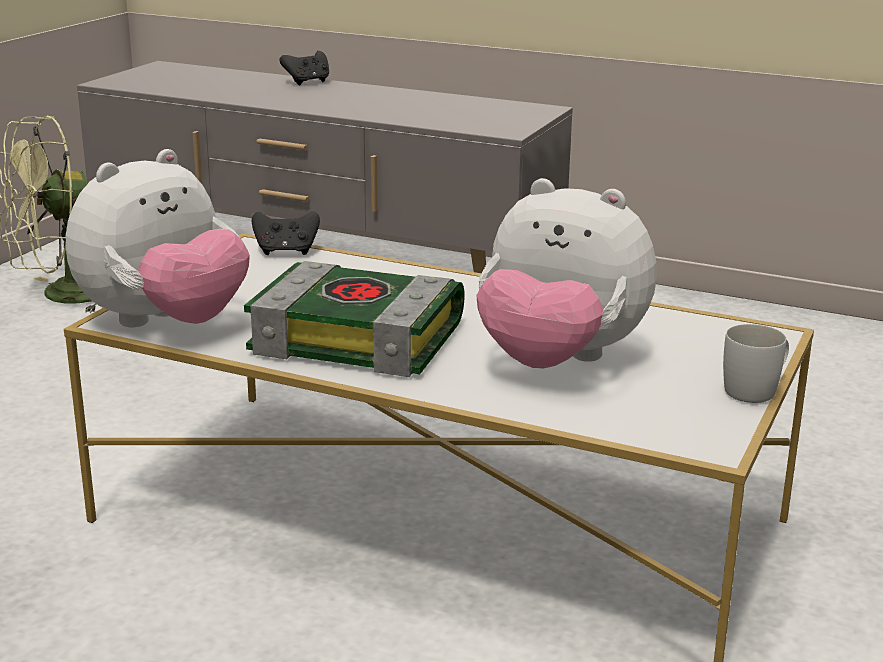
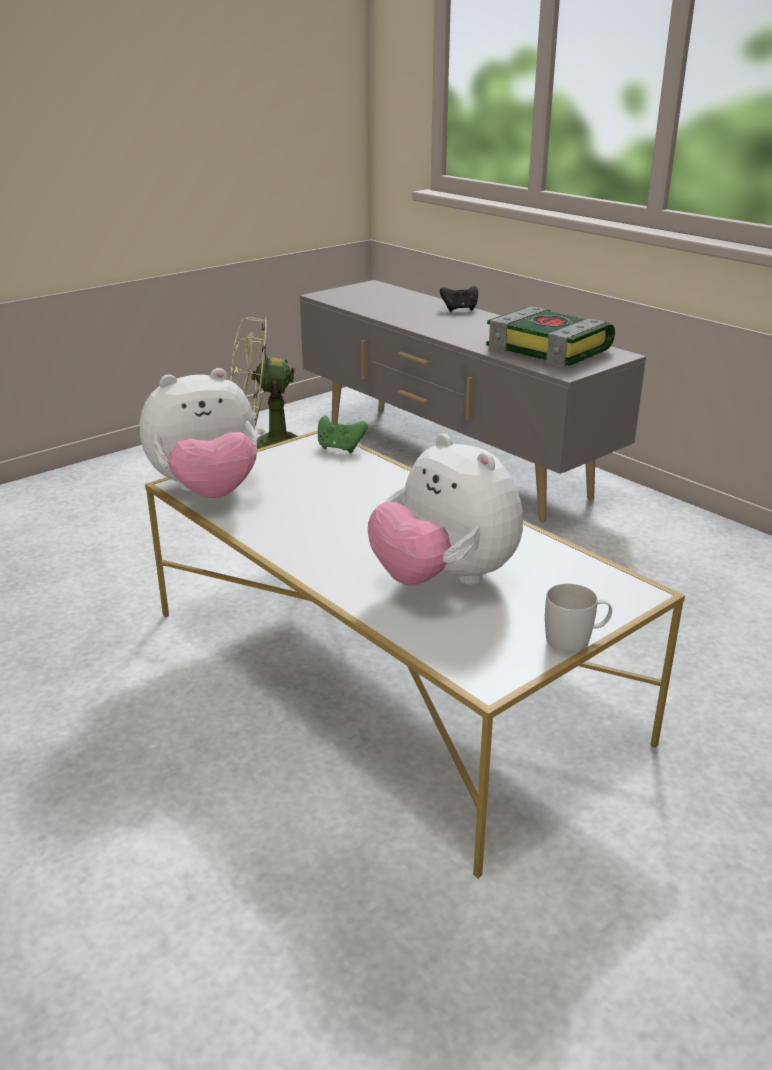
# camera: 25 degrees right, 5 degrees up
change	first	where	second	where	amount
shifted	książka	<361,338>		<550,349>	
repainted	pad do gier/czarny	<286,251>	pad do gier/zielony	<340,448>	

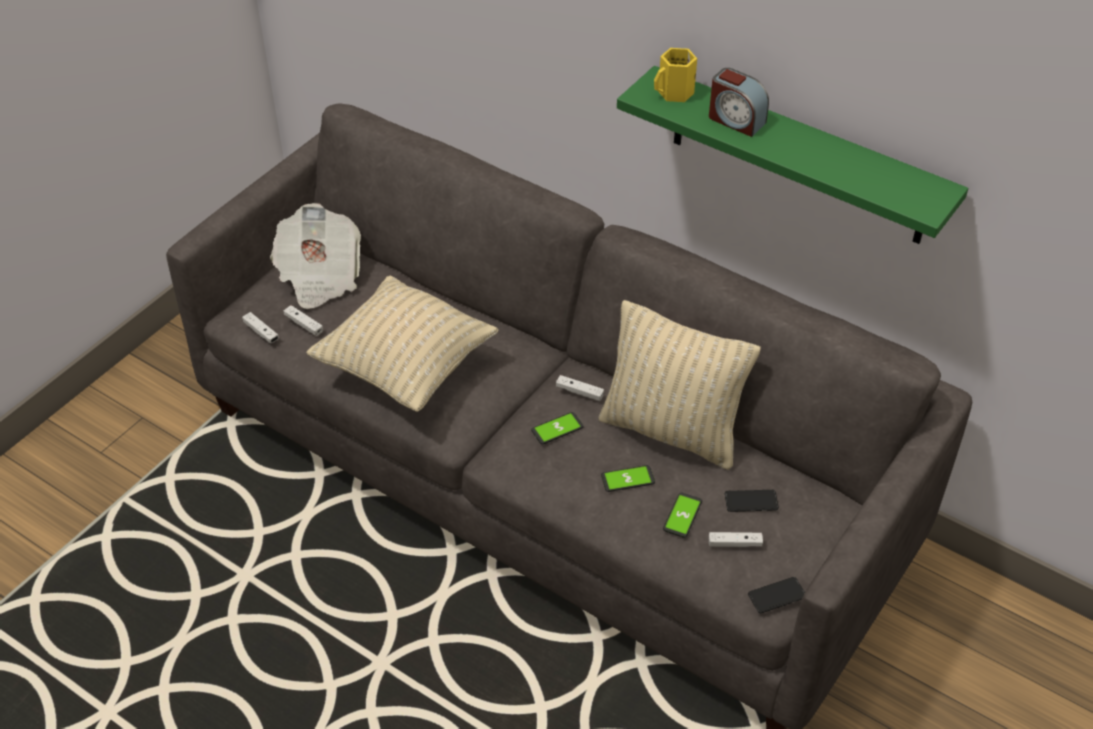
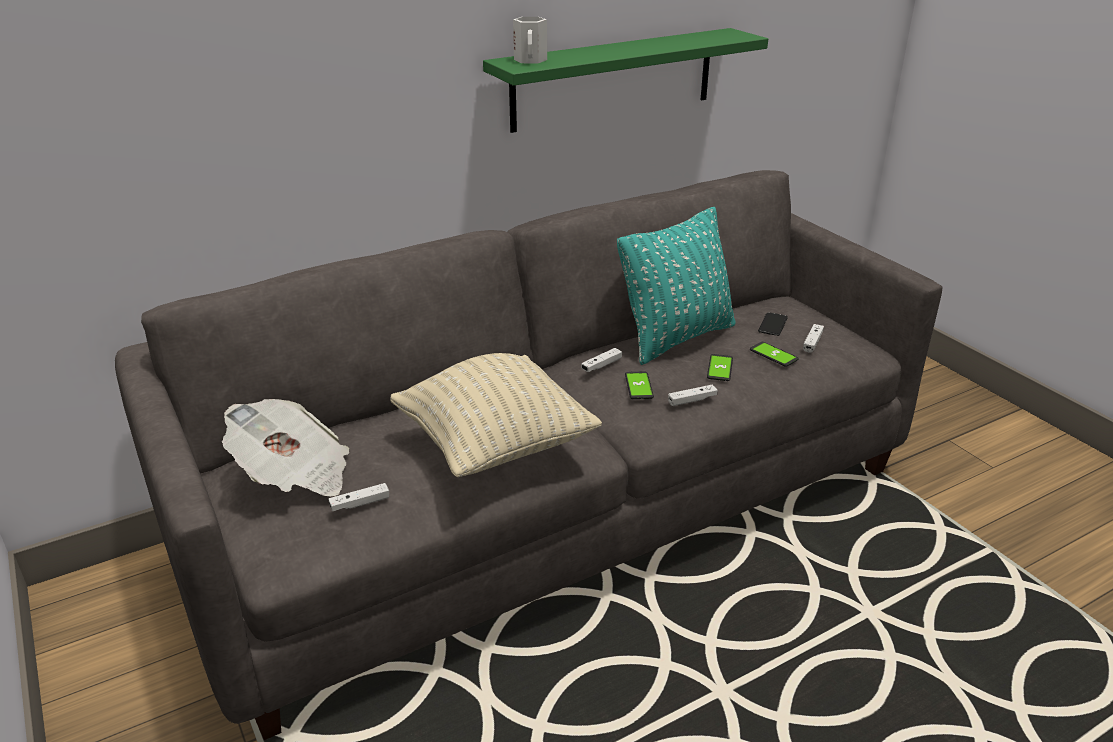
# camera: 65 degrees left, 15 degrees down
change	first	where	second	where	amount
gone	budzik	<735,120>			
gone	telefon	<777,595>			
shifted	pad do gier/biały	<261,332>		<692,400>	
repainted	poduszka/beżowy	<671,431>	poduszka/turkusowy	<676,338>	
repainted	kubek/żółty	<675,93>	kubek/biały	<531,60>	

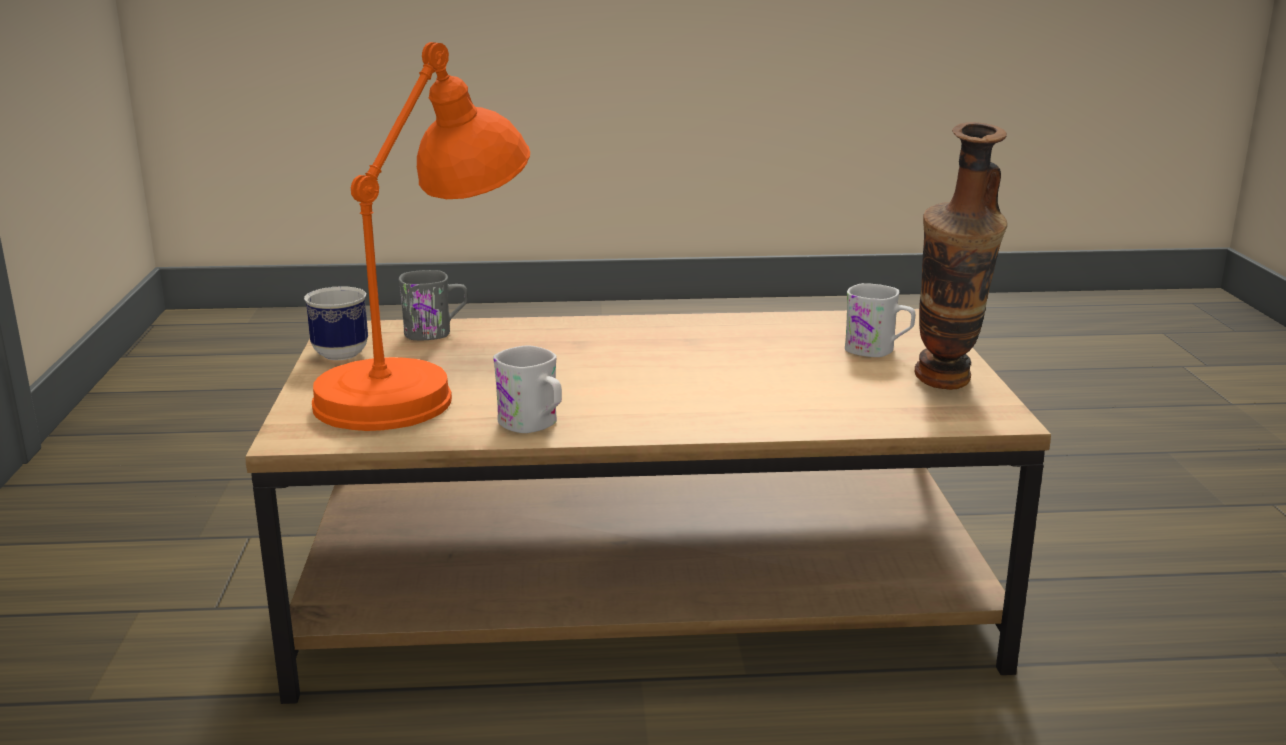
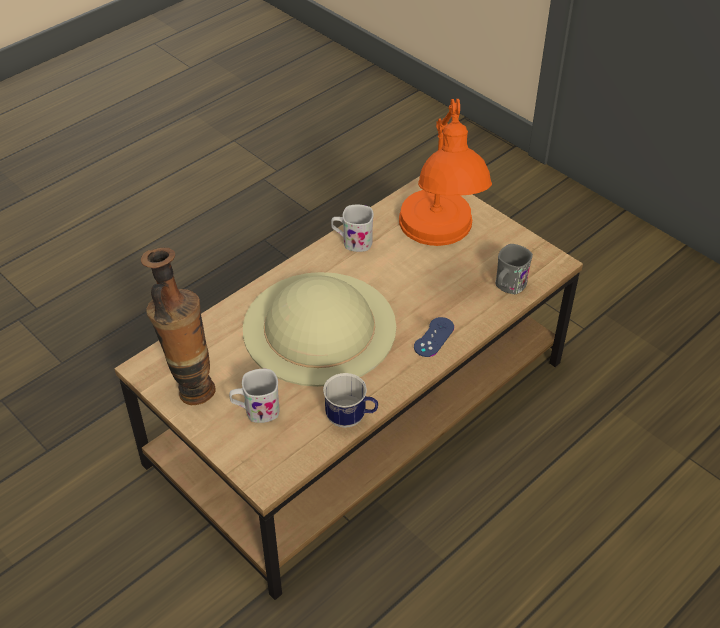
# camera: 140 degrees right, 25 degrees up
change	first	where	second	where	amount
new			kapelusz/beżowy	<319,327>	
new			pad do gier/niebieski	<434,337>	
shifted	kubek	<337,351>		<351,418>	

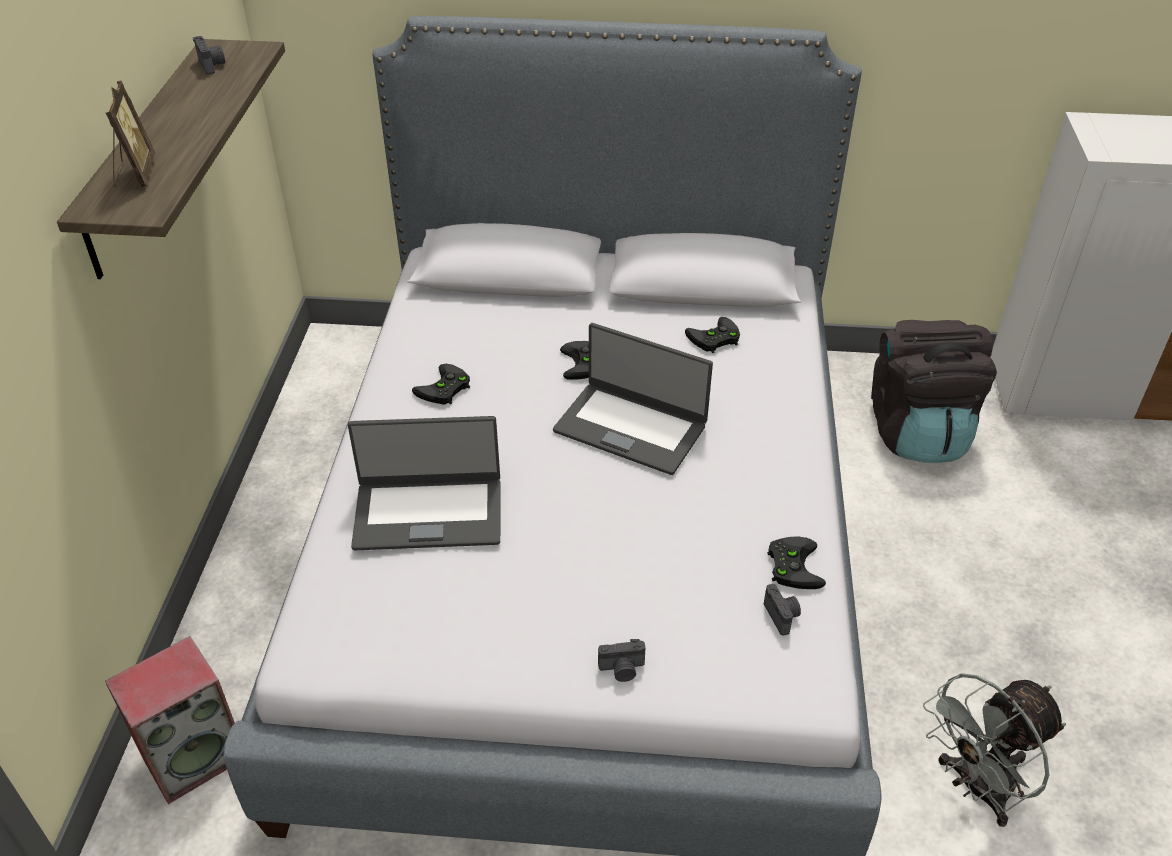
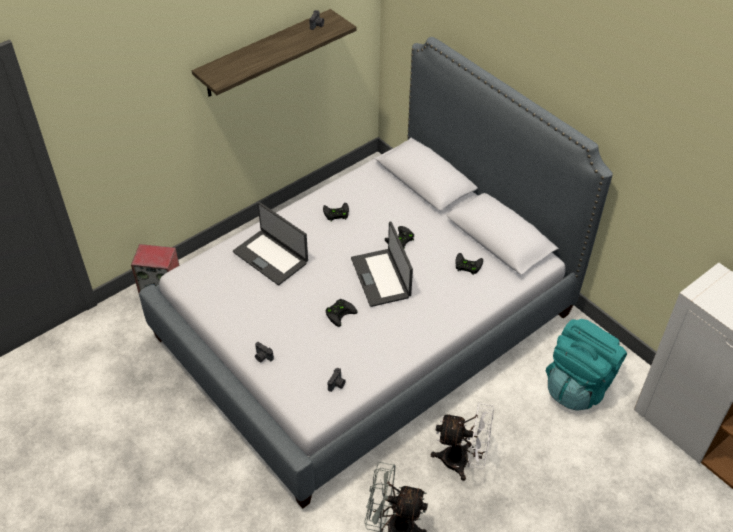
# camera: 45 degrees right, 5 degrees up
change	first	where	second	where	amount
gone	ramka na zdjęcie	<135,174>			
new			wentylator/biały	<462,461>	
shifted	pad do gier/czarny	<792,565>		<340,312>	
repainted	plecak/czarny	<917,431>	plecak/turkusowy	<578,385>	

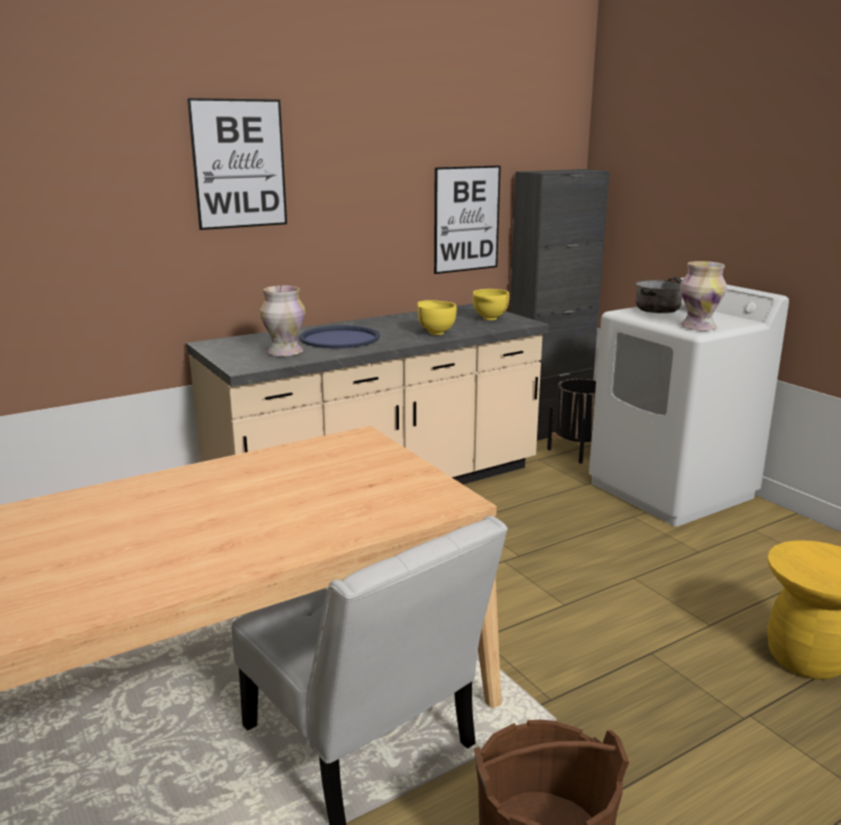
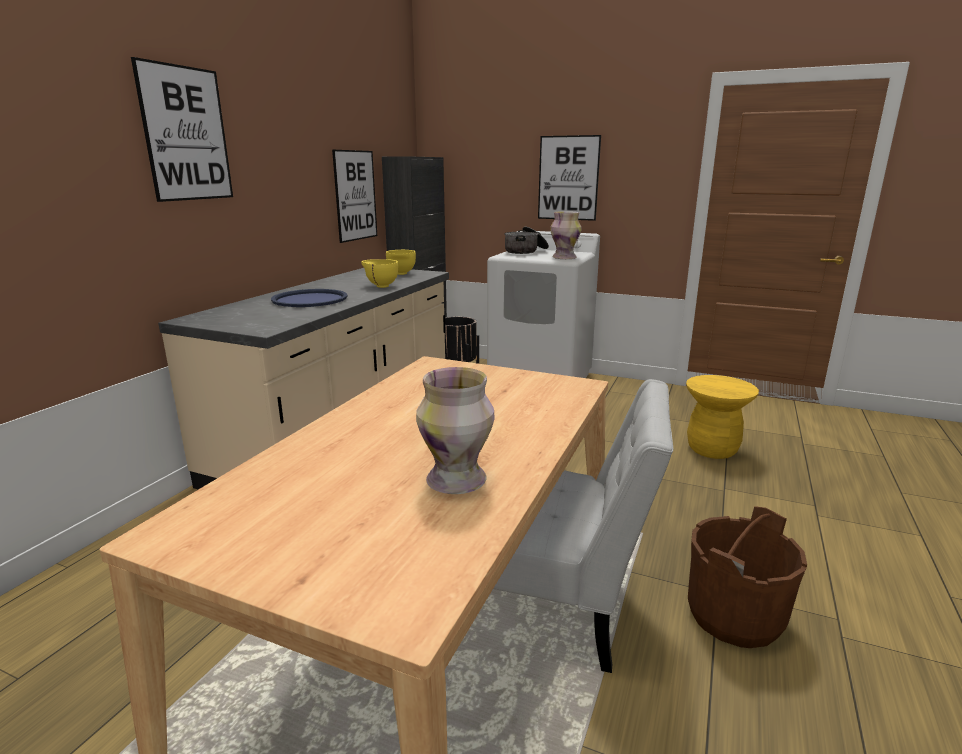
# camera: 35 degrees left, 0 degrees up
change	first	where	second	where	amount
new			obraz	<568,178>	
shifted	wazon	<284,352>		<456,481>	

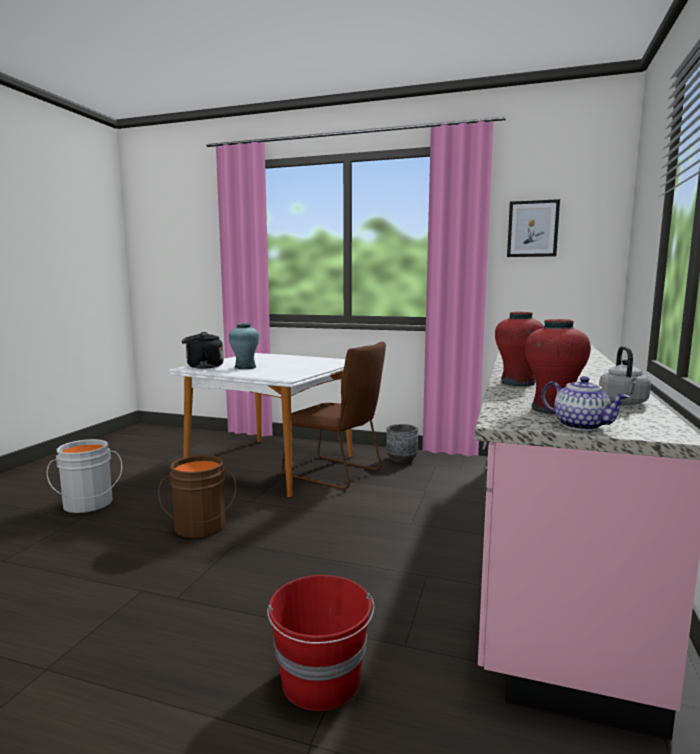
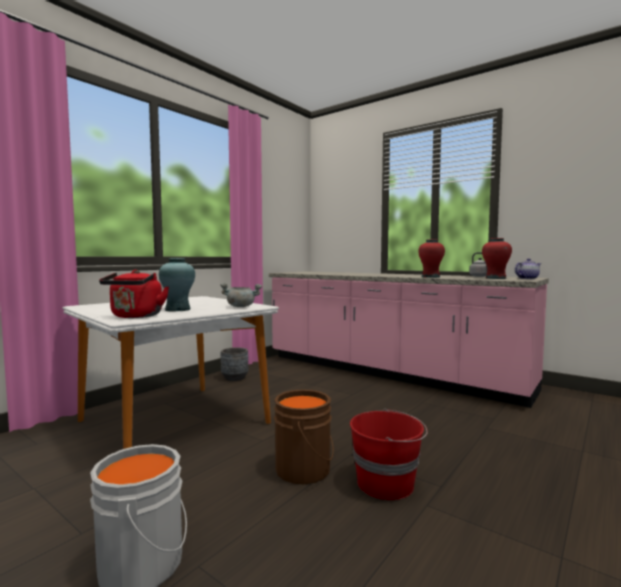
# camera: 70 degrees left, 5 degrees down
change	first	where	second	where	amount
gone	krzesło/brązowy	<336,473>			
gone	obraz	<532,229>			
new			garnek/szary	<241,307>	
shifted	wiadro/czerwony	<321,681>		<386,483>	
repainted	czajnik/czarny	<202,367>	czajnik/czerwony	<135,316>	

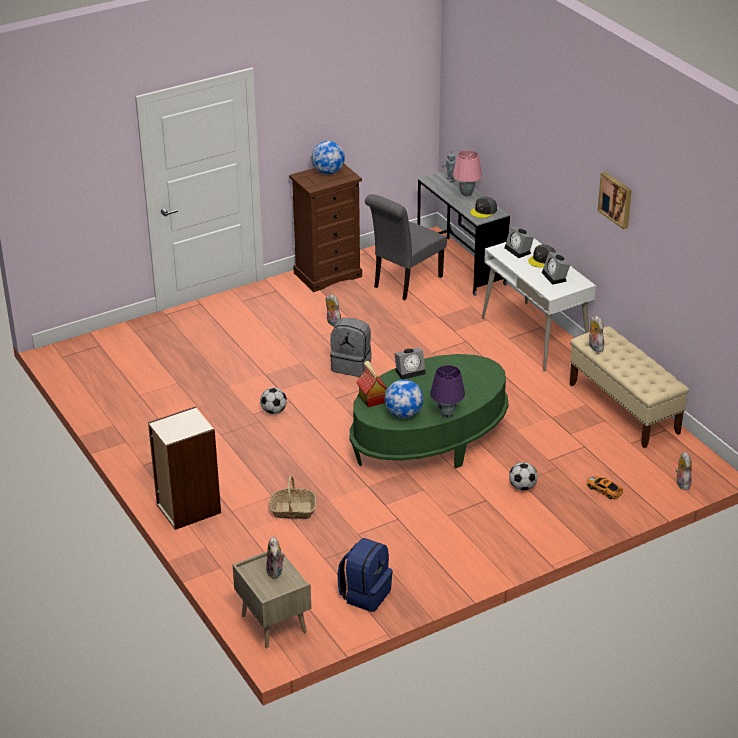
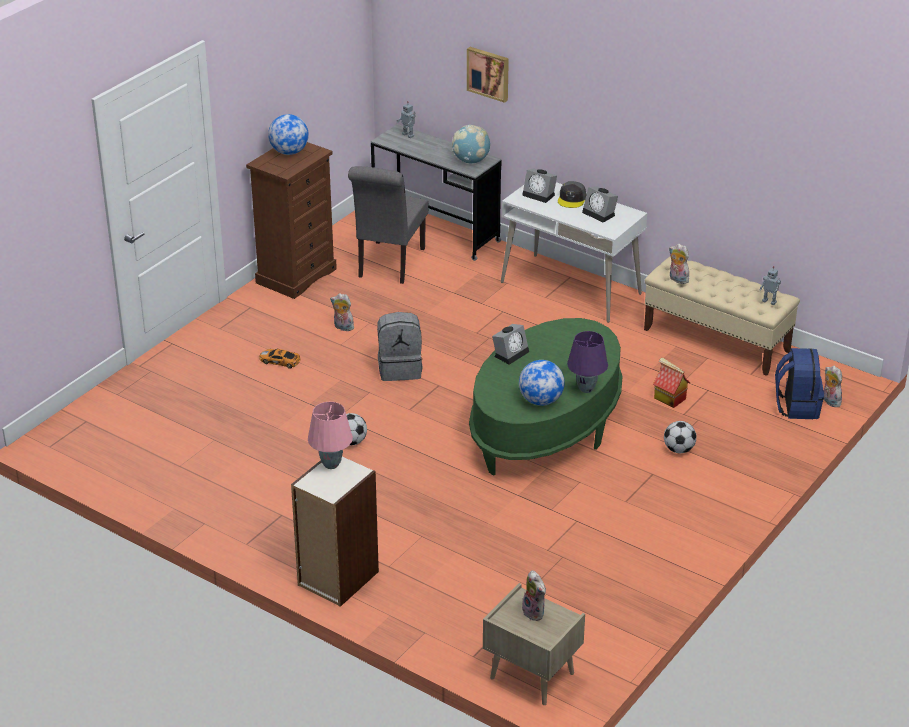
# camera: 25 degrees left, 0 degrees up
change	first	where	second	where	amount
gone	koszyk	<293,510>			
new			robot zabawkowy	<769,301>	
shifted	plecak/niebieski	<365,594>		<796,406>	
shifted	domek	<371,399>		<669,398>	
shifted	lampa stołowa/różowy	<467,194>		<332,464>	
shifted	samochodzik	<604,490>		<280,361>	
shifted	obraz	<616,200>		<488,73>	
swapped	czapka z daszkiem/szary	<484,211>	globus	<471,161>	

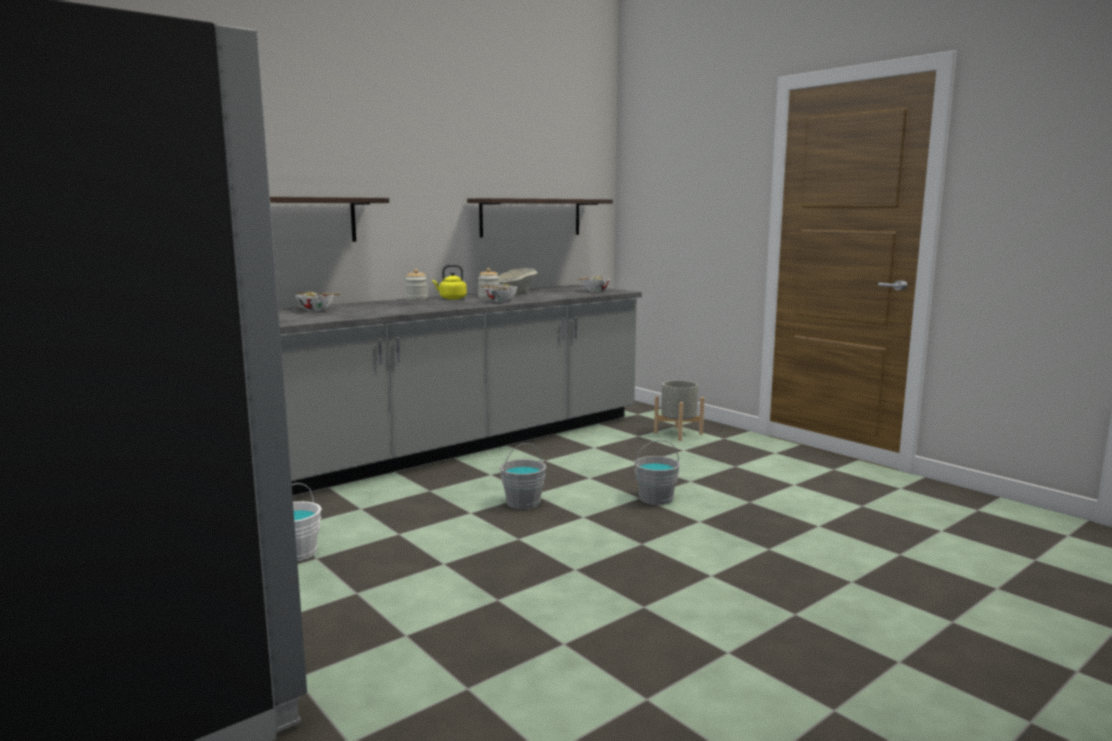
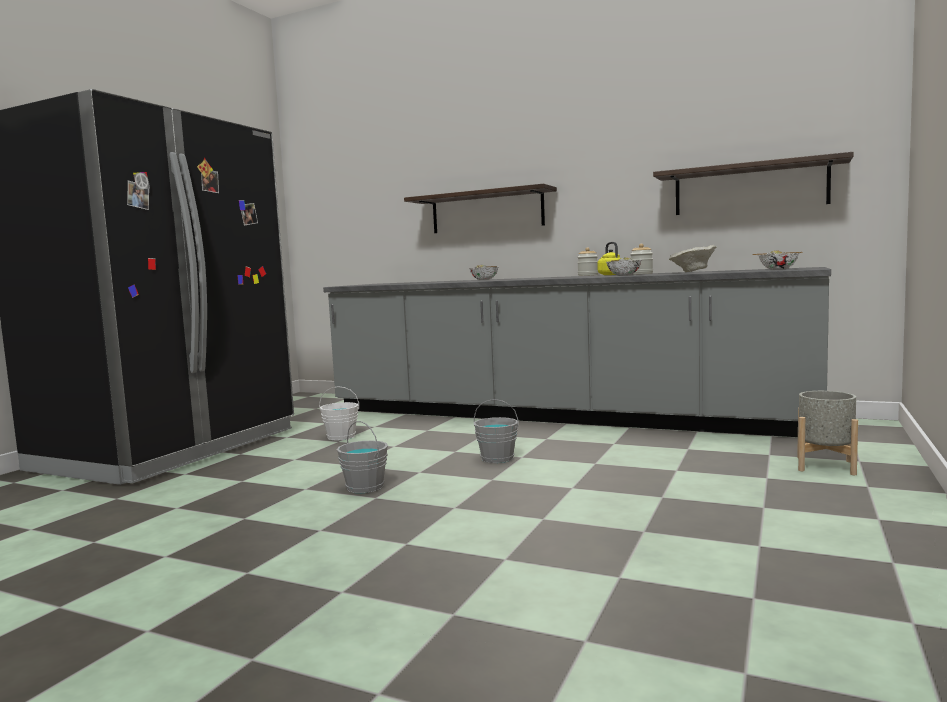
# camera: 65 degrees right, 5 degrees down
change	first	where	second	where	amount
shifted	wiadro/szary	<656,498>		<365,487>	

